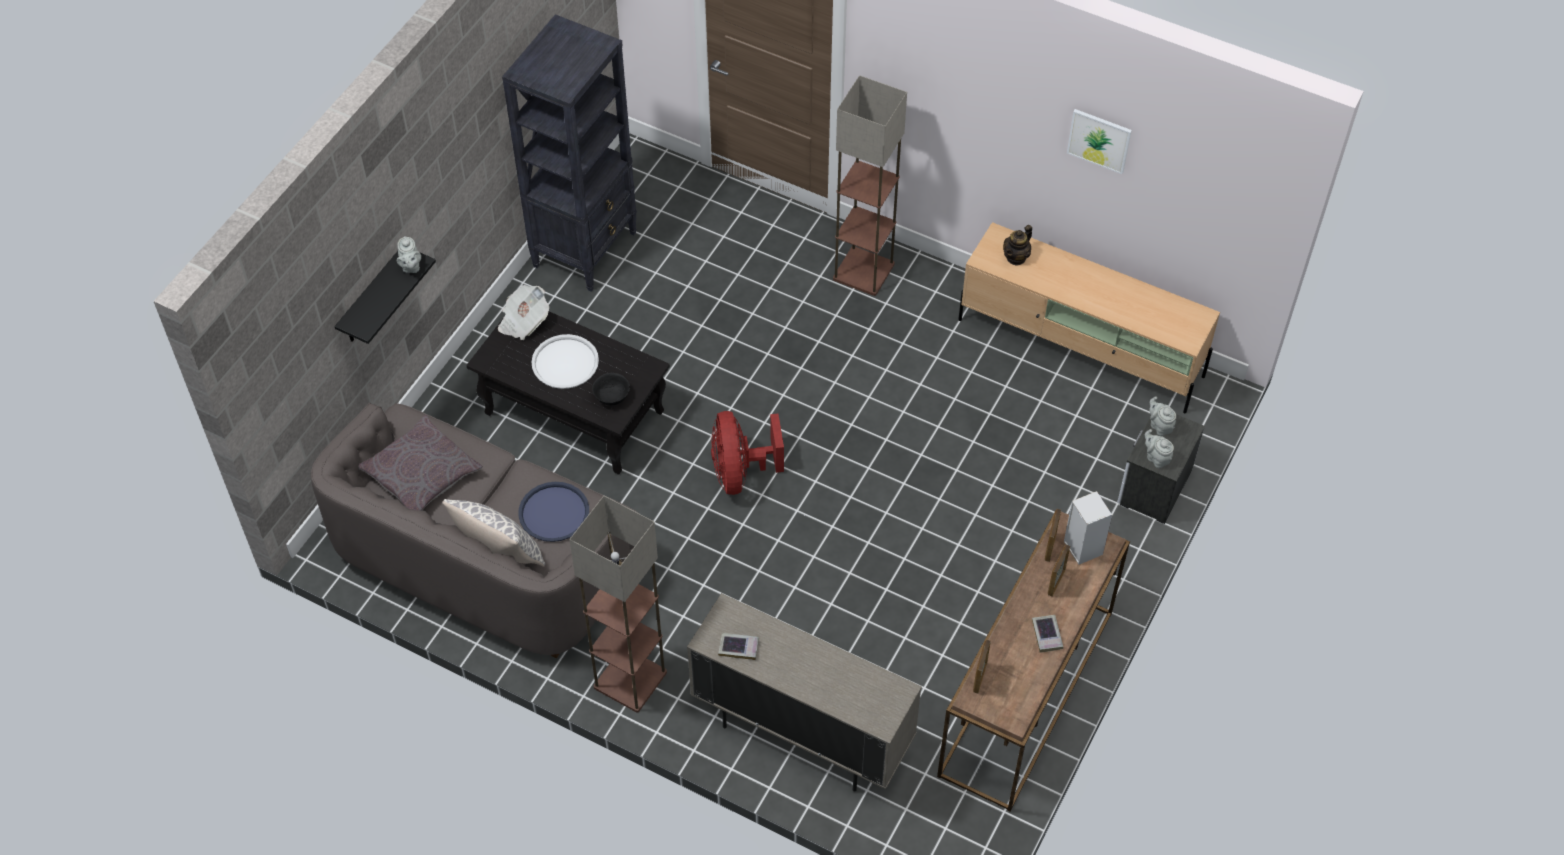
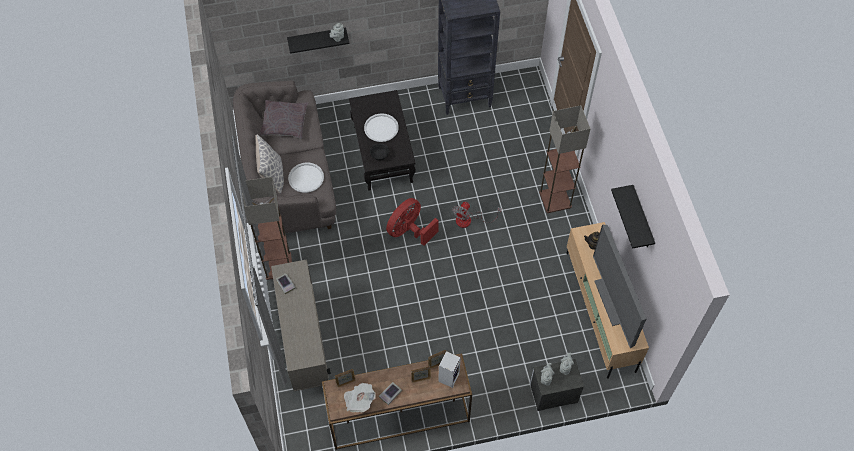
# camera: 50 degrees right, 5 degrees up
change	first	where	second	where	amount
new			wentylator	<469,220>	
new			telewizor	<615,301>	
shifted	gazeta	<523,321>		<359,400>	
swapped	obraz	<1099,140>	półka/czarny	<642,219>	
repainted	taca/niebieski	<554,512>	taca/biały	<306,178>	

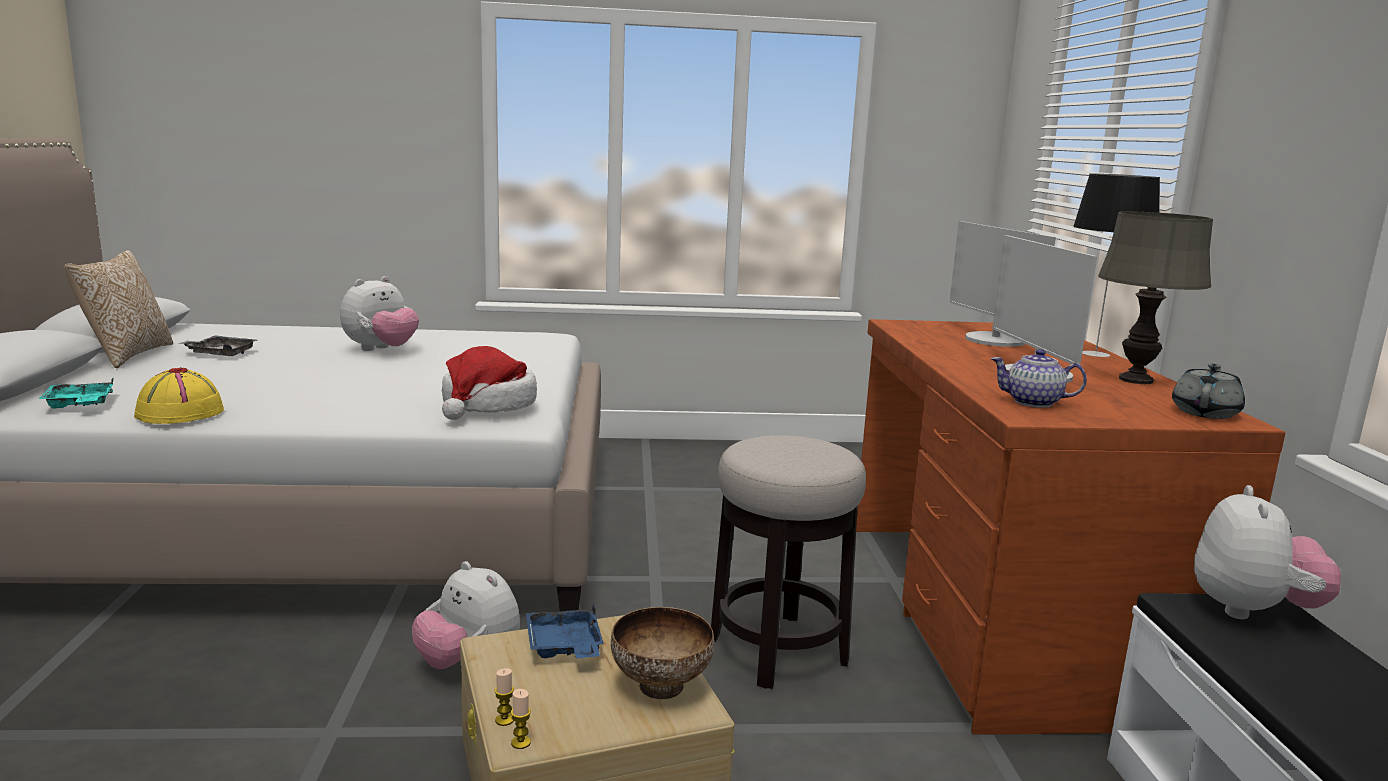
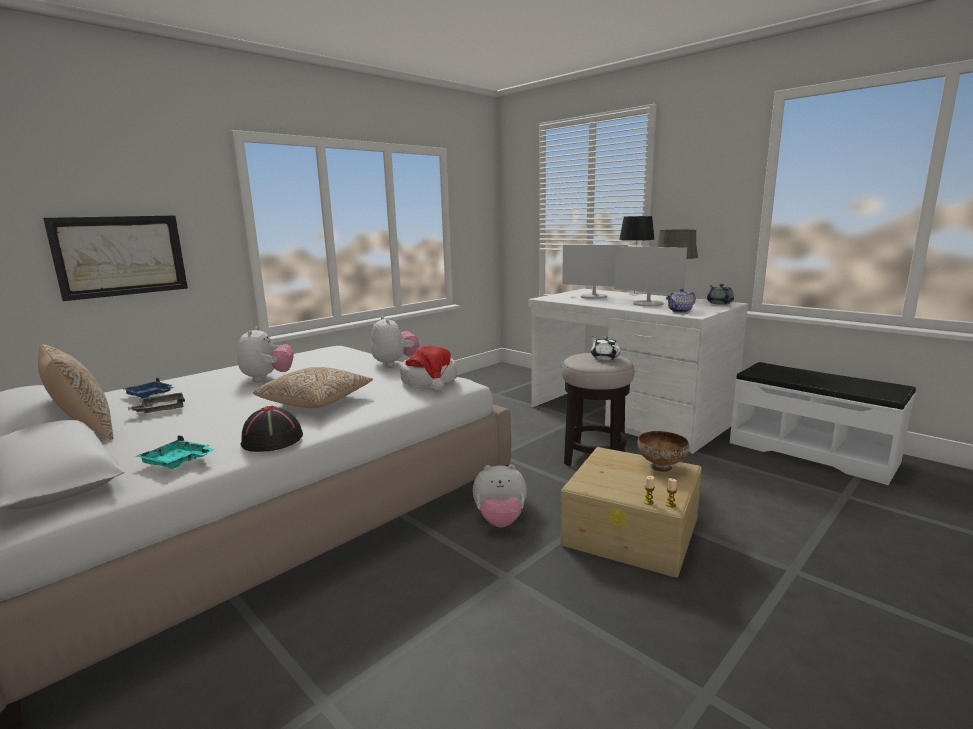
# camera: 40 degrees left, 0 degrees up
change	first	where	second	where	amount
new			obraz	<120,256>	
new			poduszka	<316,402>	
new			imbryk/biały	<604,358>	
shifted	taca/niebieski	<564,647>		<150,395>	
shifted	pluszak	<1251,611>		<395,363>	
repainted	kapelusz/żółty	<179,414>	kapelusz/czarny	<272,440>	
repainted	biurko/brązowy	<998,612>	biurko/biały	<627,415>	

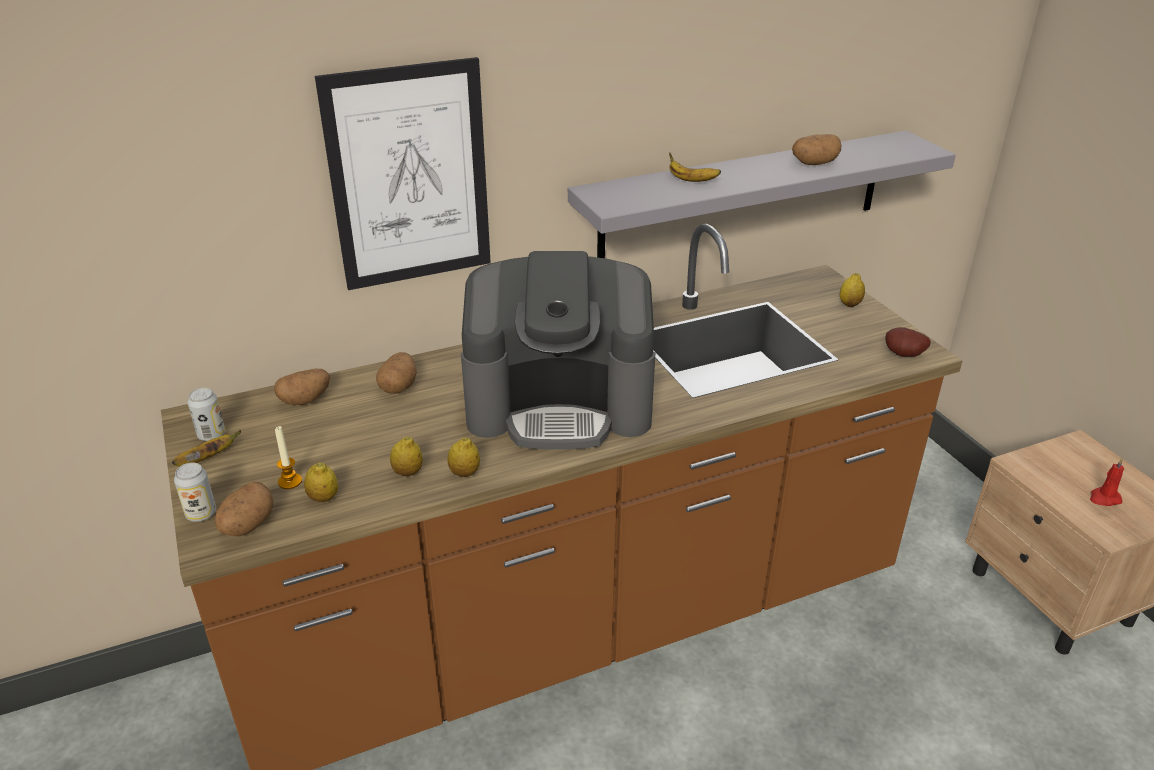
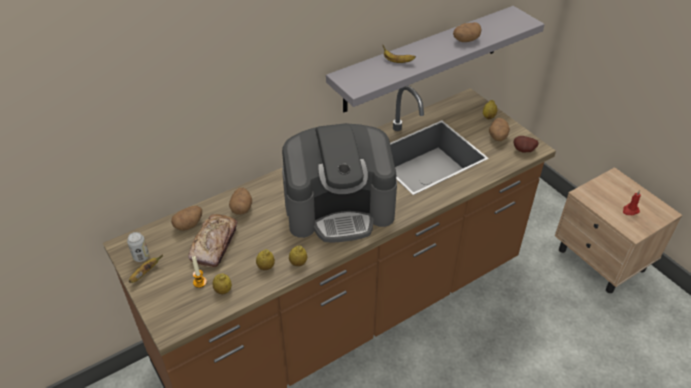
# camera: 10 degrees left, 10 degrees up
change	first	where	second	where	amount
gone	puszka	<201,514>			
gone	obraz	<409,176>			
new			chleb	<214,245>	
shifted	ziemniak	<247,526>		<497,137>	

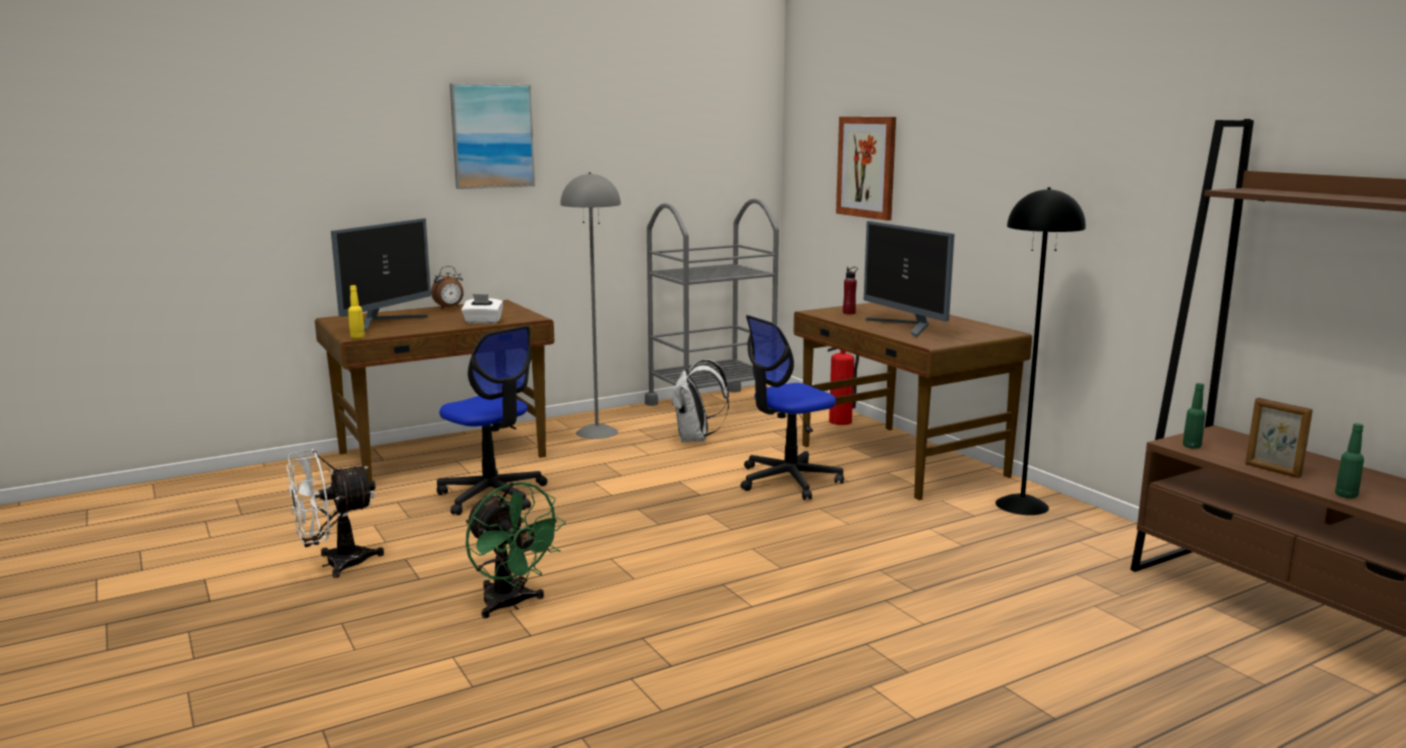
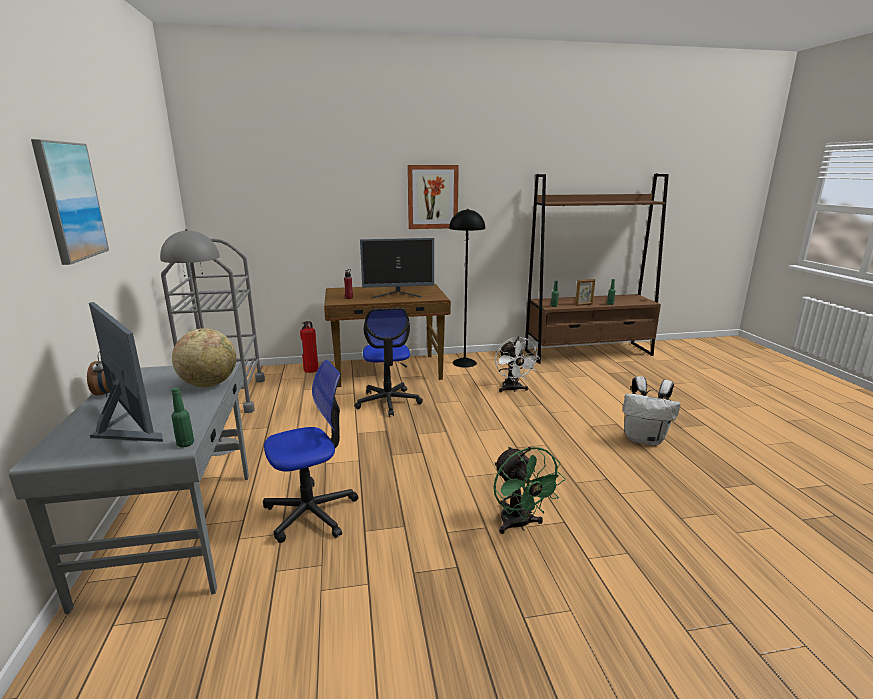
# camera: 70 degrees left, 5 degrees up
change	first	where	second	where	amount
shifted	wentylator/biały	<335,564>		<512,389>	
shifted	plecak/biały	<696,439>		<644,439>	
shifted	obraz	<867,167>		<432,197>	
swapped	pudełko chusteczek/biały	<483,322>	globus	<209,384>	
repainted	biurko/brązowy	<444,455>	biurko/szary	<176,531>	
repainted	butelka/żółty	<357,337>	butelka/zielony	<185,444>	
rotated	wentylator/zielony	<511,605>		<519,525>	90 degrees clockwise

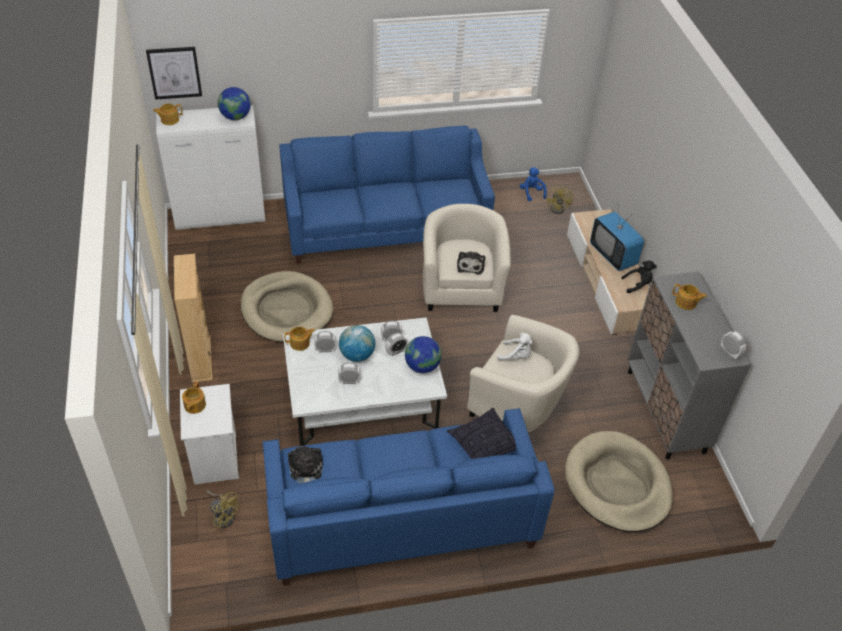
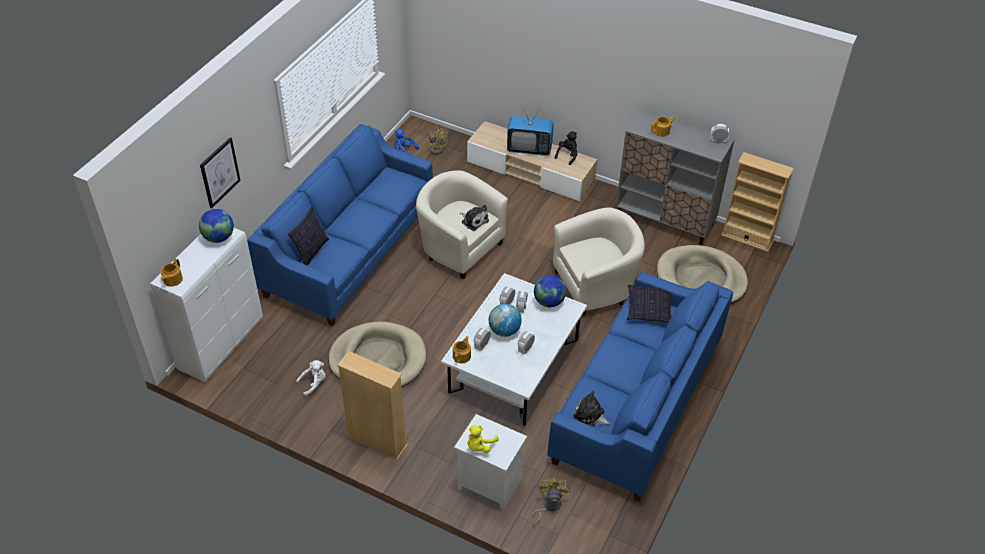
# camera: 50 degrees left, 0 degrees up
change	first	where	second	where	amount
new			poduszka	<311,251>	
new			regał/beżowy	<747,238>	
shifted	obraz	<174,72>		<219,172>	
shifted	pluszak/biały	<516,356>		<314,383>	
swapped	imbryk	<194,405>	pluszak/żółty	<479,445>	
rotated	wentylator/żółty	<223,515>		<548,506>	60 degrees counterclockwise

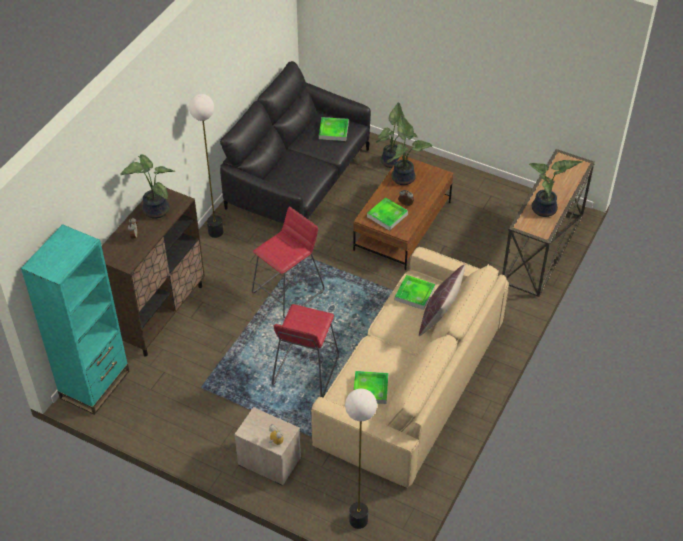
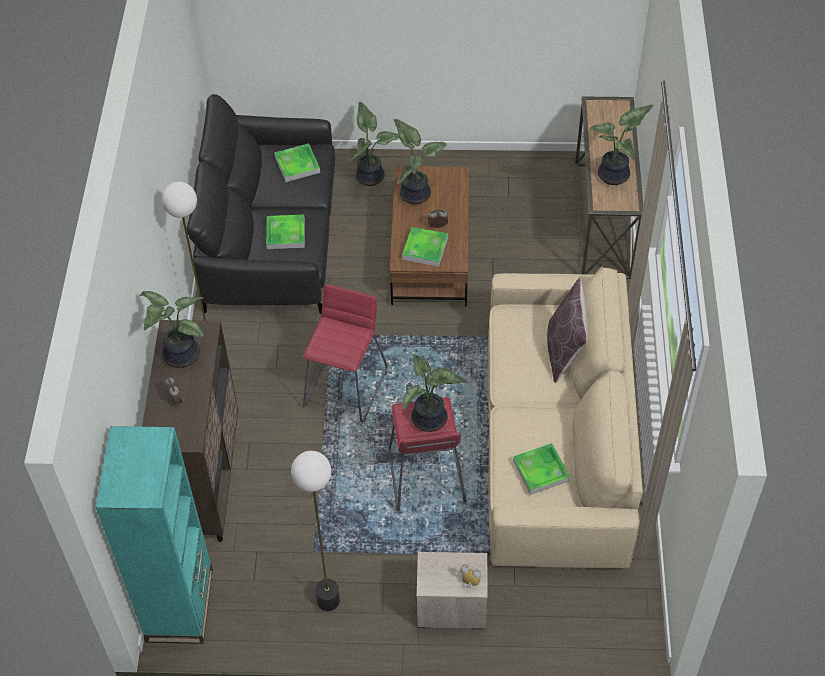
# camera: 25 degrees left, 5 degrees up
change	first	where	second	where	amount
new			roślina doniczkowa	<430,421>	
shifted	lampa stojąca	<358,520>		<328,601>	
shifted	taca	<414,294>		<285,234>	

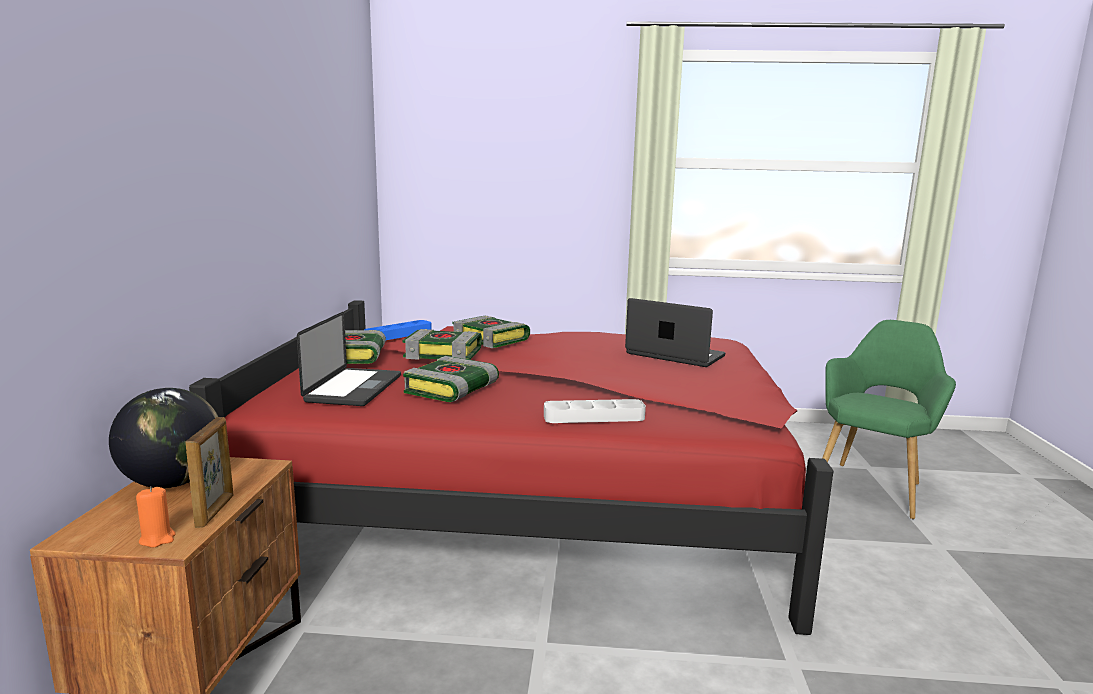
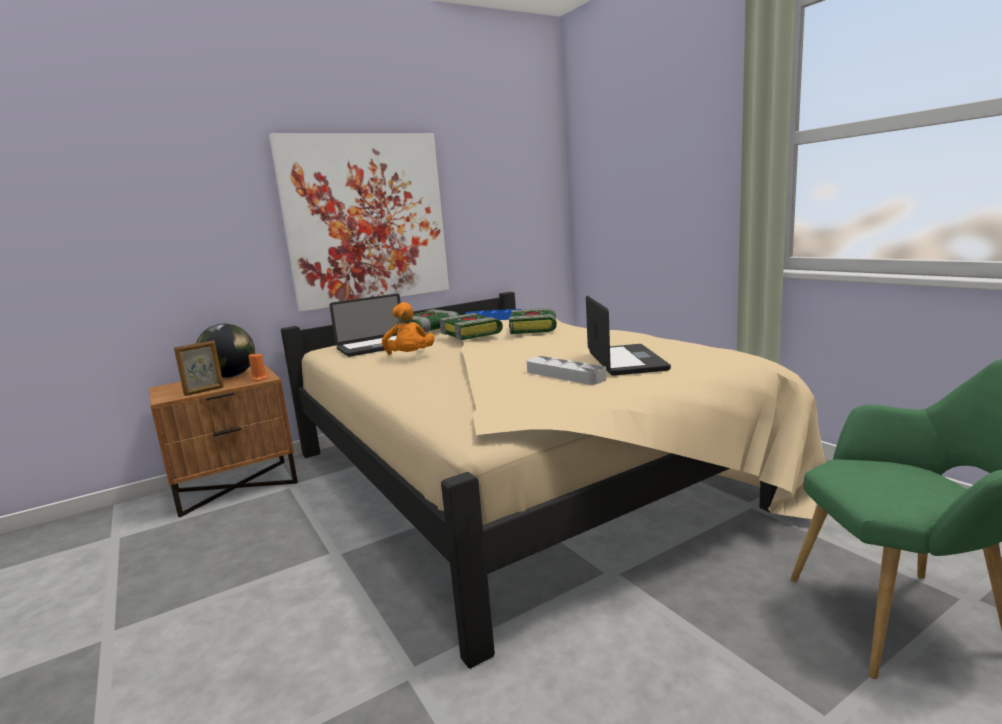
# camera: 55 degrees right, 0 degrees up
change	first	where	second	where	amount
new			obraz	<366,219>	
shifted	świeca/pomarańczowy	<157,539>		<259,379>	
shifted	taca/szary	<594,417>		<565,375>	
swapped	książka	<452,390>	pluszak/pomarańczowy	<410,357>	
repainted	łóżko/czerwony	<541,501>	łóżko/beżowy	<522,476>	

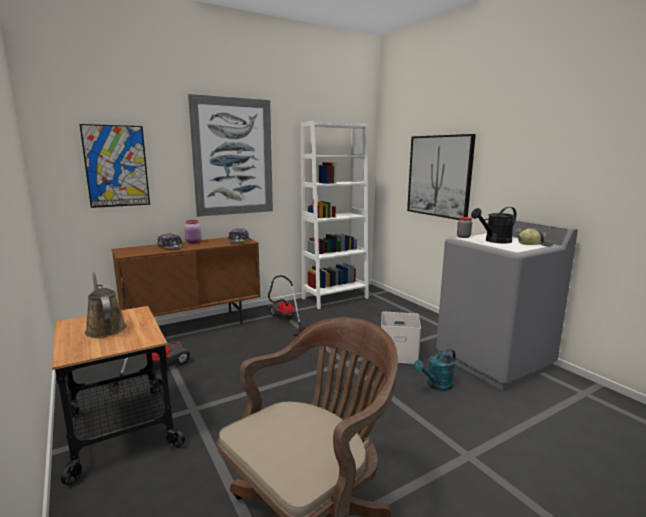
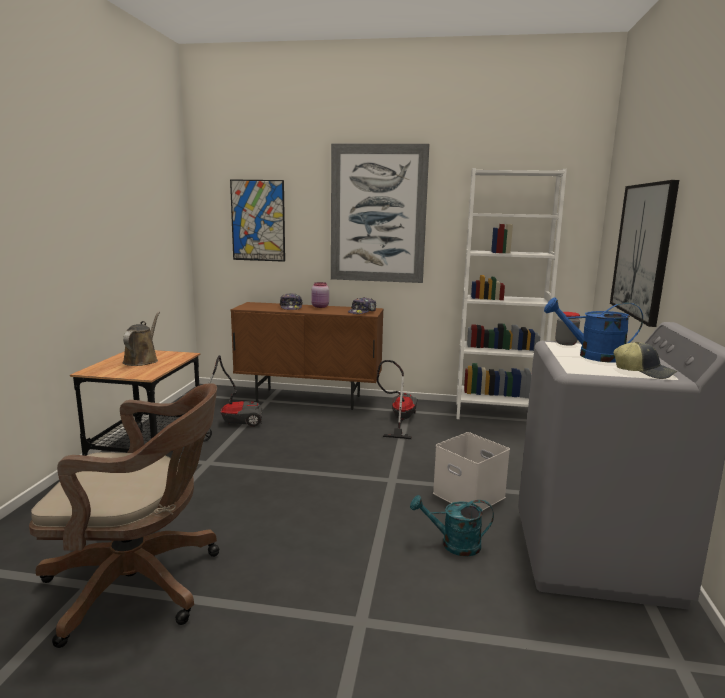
# camera: 40 degrees right, 0 degrees up
change	first	where	second	where	amount
repainted	konewka/czarny	<494,241>	konewka/niebieski	<592,356>	

